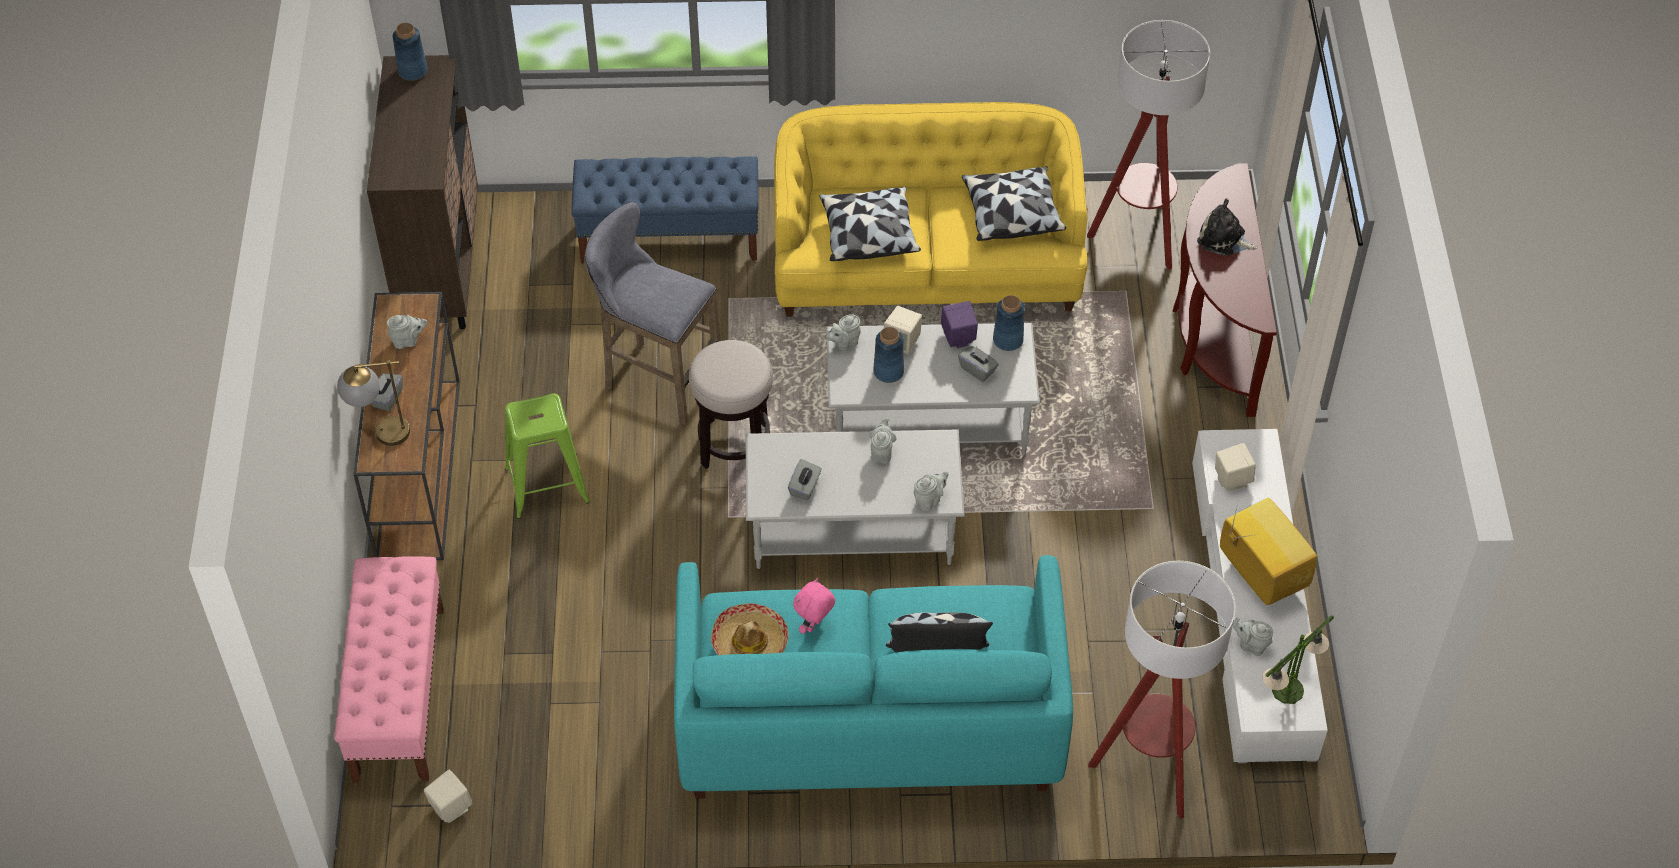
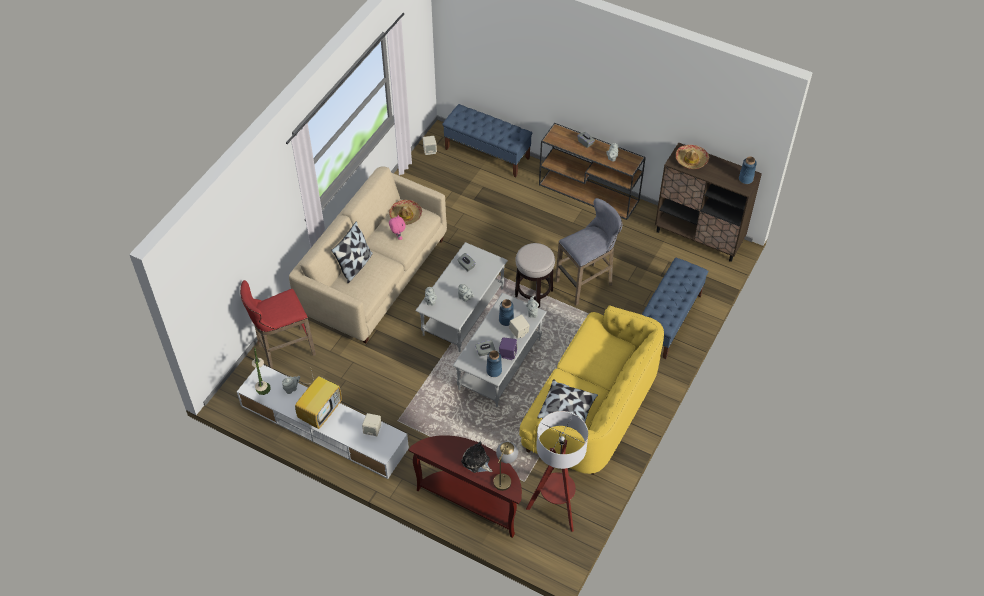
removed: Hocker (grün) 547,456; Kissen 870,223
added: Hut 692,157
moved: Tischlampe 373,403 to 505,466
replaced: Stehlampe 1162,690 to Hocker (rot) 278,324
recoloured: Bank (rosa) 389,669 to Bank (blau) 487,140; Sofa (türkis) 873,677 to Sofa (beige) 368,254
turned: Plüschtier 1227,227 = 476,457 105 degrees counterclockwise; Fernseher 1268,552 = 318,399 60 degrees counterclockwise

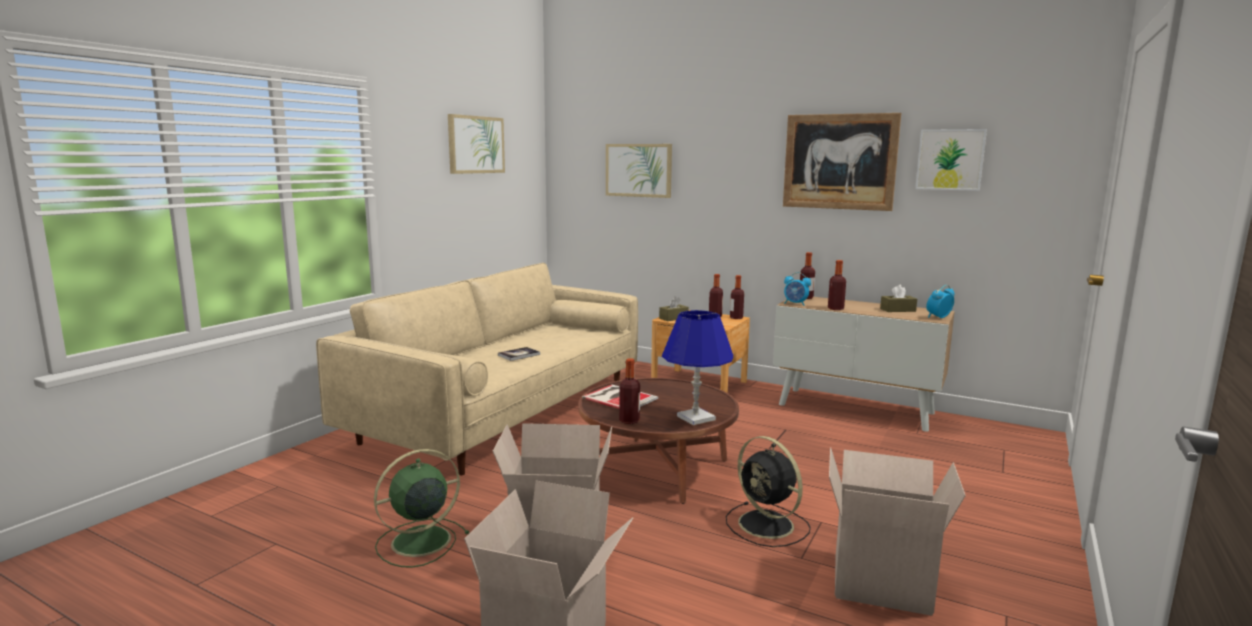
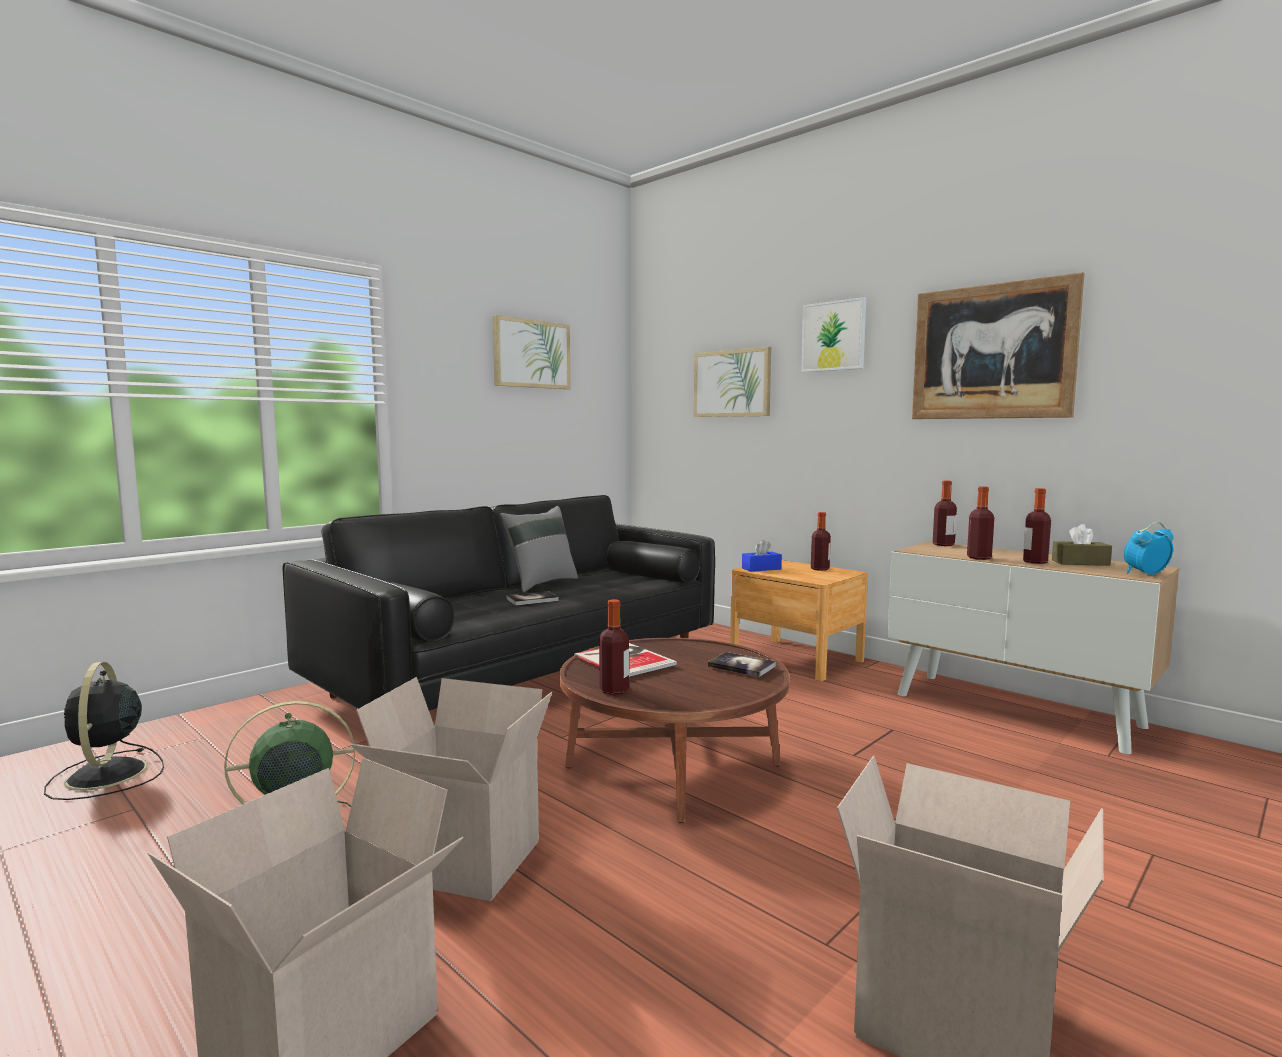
removed: Tischlampe (blau) 697,367; Wecker 797,289
added: Kissen (grau) 539,549; Buch 742,664
moved: Ventilator (schwarz) 768,491 to 104,731; Flasche 737,297 to 1037,526; Bild 951,160 to 833,334
recoloured: Sofa (beige) 477,369 to Sofa (schwarz) 499,602; Taschentuchbox (braun) 674,308 to Taschentuchbox (blau) 762,556

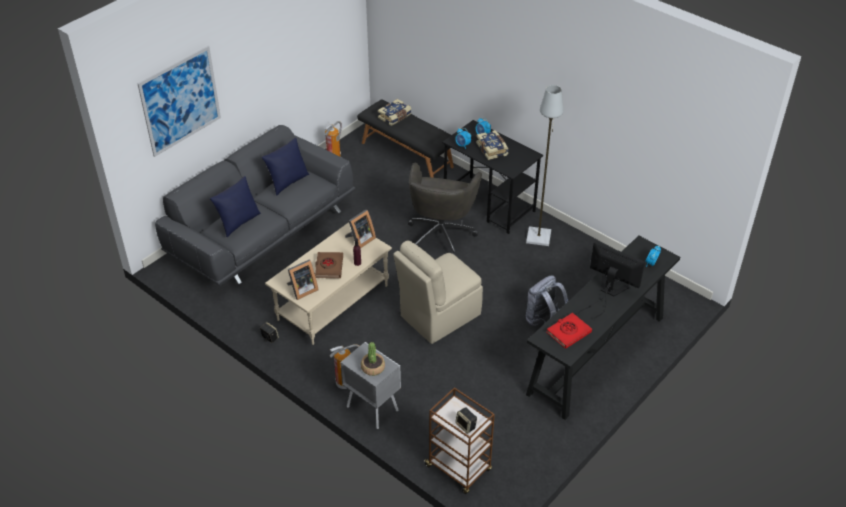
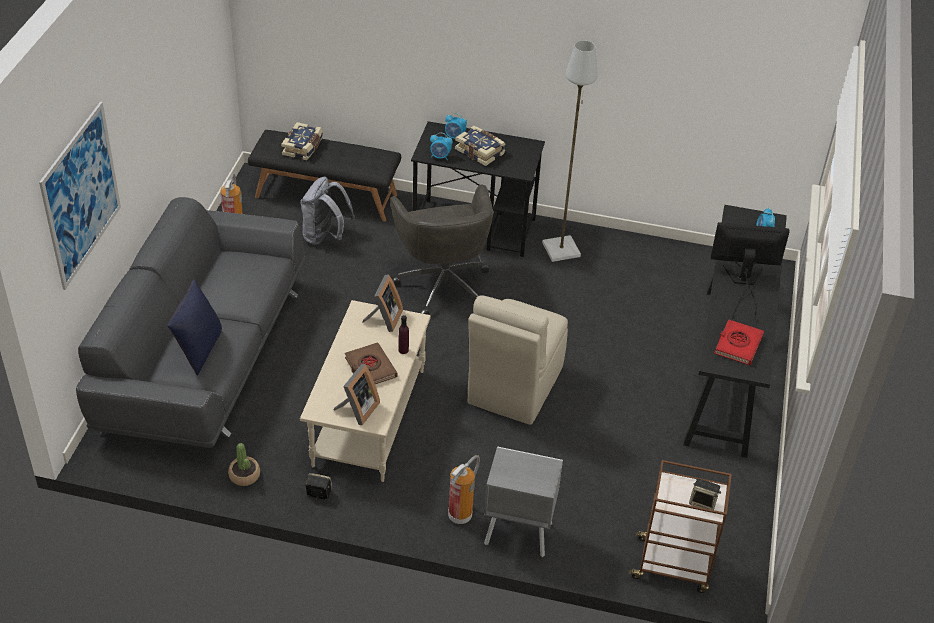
removed: Kissen (blau) 285,166
moved: Topfpflanze 373,359 to 244,464; Rucksack (grau) 547,301 to 327,211

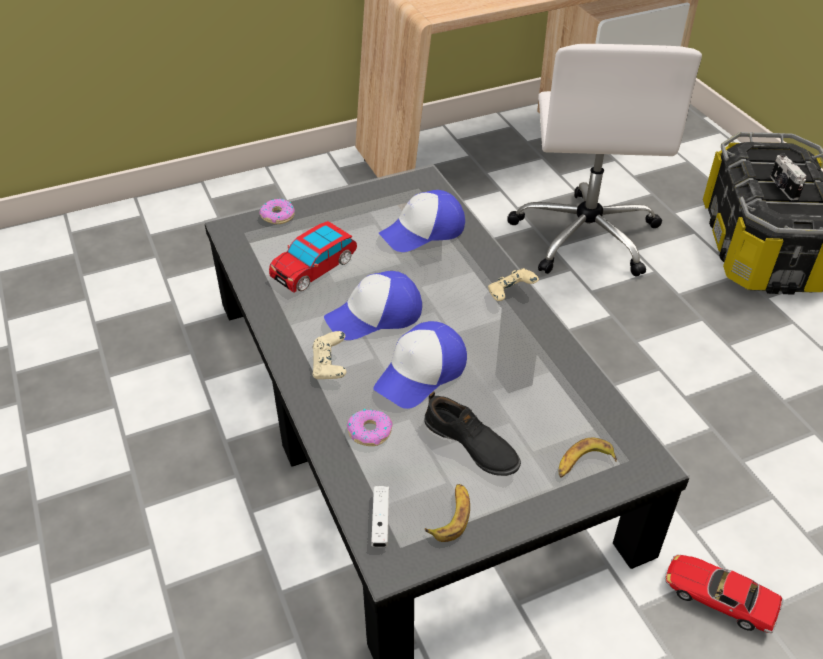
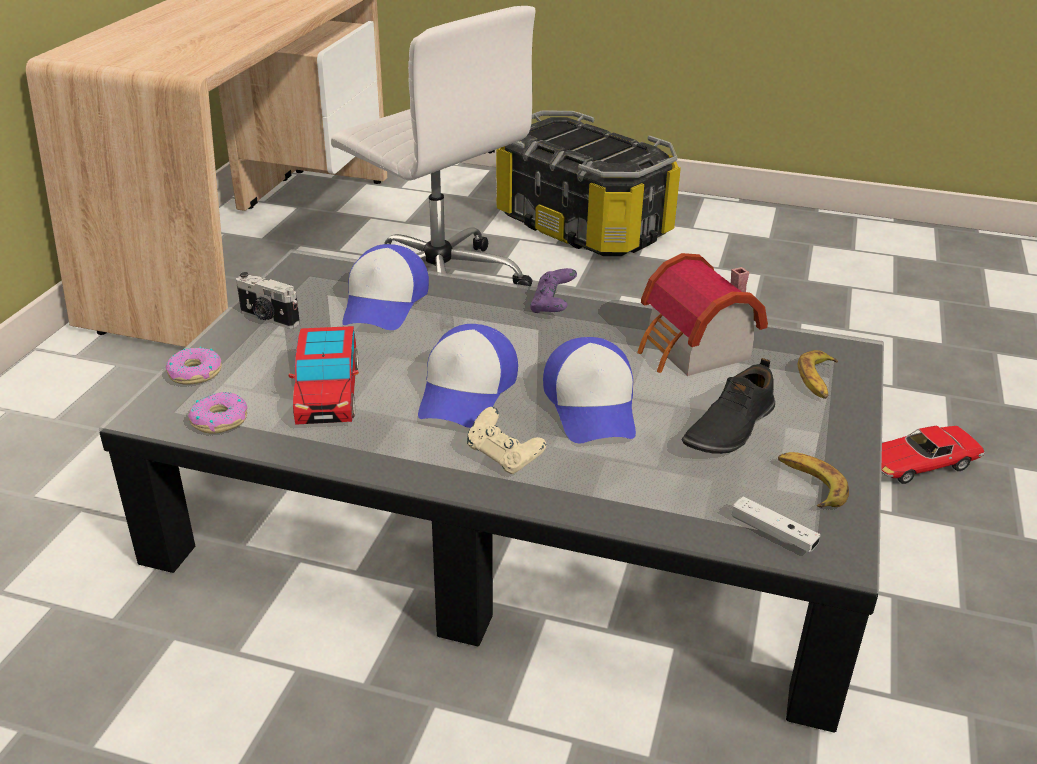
added: Spielzeughaus 702,314
moved: Donut 370,427 to 218,413; Kamera 788,177 to 268,300
recoloured: Gamepad (beige) 513,284 to Gamepad (lila) 553,290
turned: Schuh (schwarz) 473,433 = 728,406 135 degrees clockwise

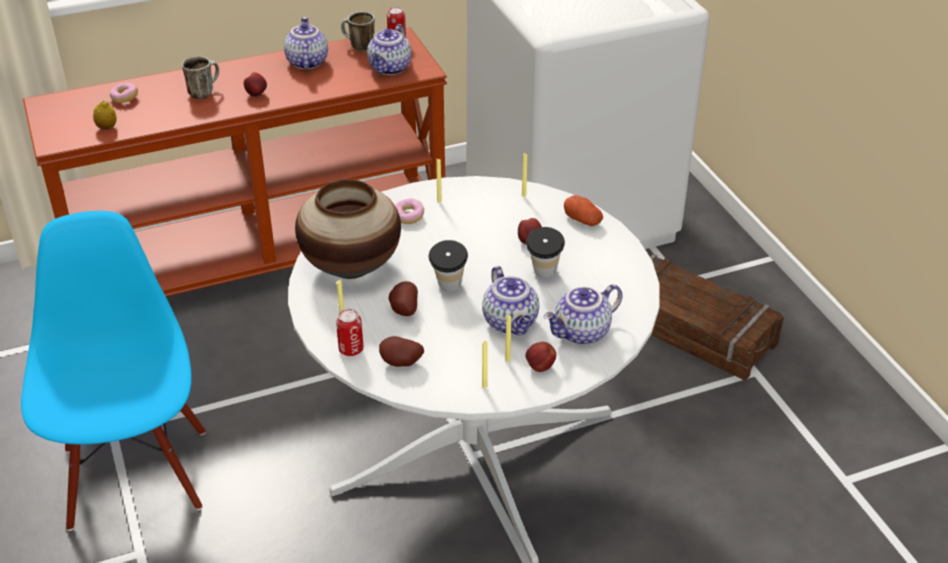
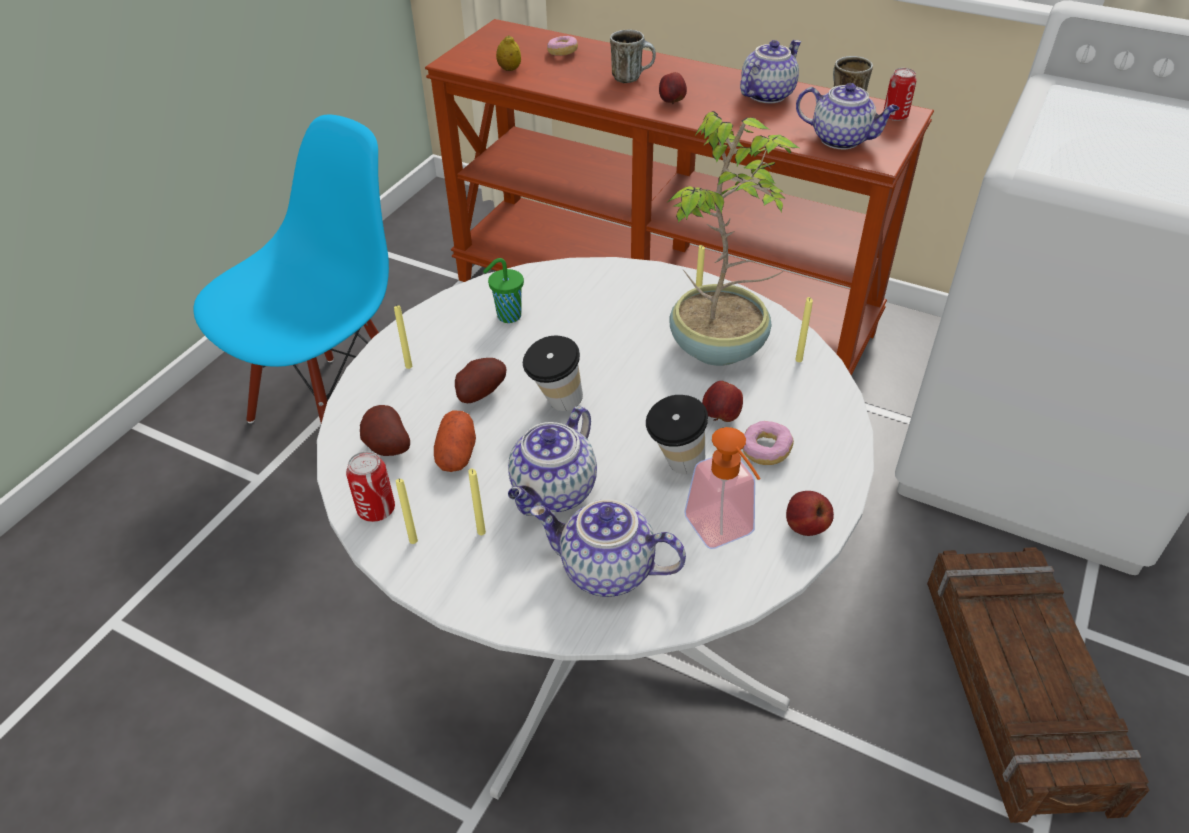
added: Topfpflanze 733,238; Seifenspender 722,488
moved: Dose 350,332 to 370,486; Donut 409,211 to 768,443; Apfel 541,357 to 810,513; Kartoffel 583,210 to 455,441
replaced: Vase 348,229 to Tasse (grün) 503,290
turned: Teekanne 389,49 = 847,116 135 degrees counterclockwise

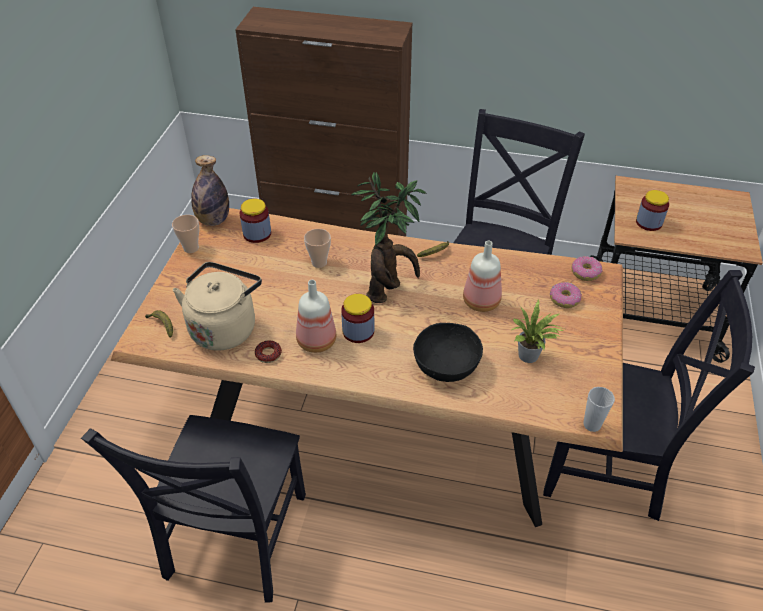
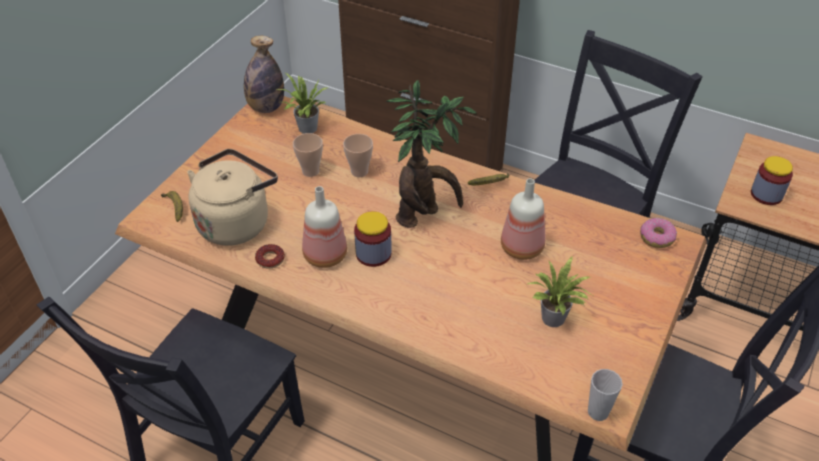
removed: Schüssel (schwarz) 448,352; Donut 566,295
moved: Tasse 185,234 to 308,155
replaced: Vorratsglas 255,221 to Topfpflanze 302,103

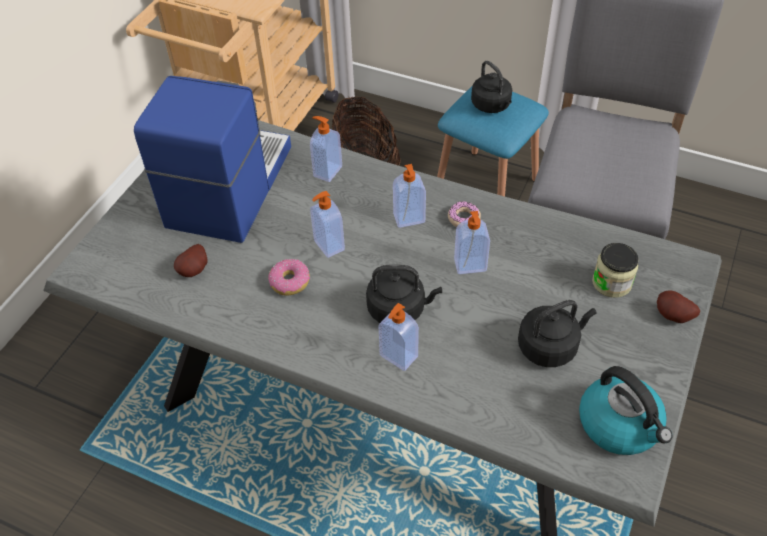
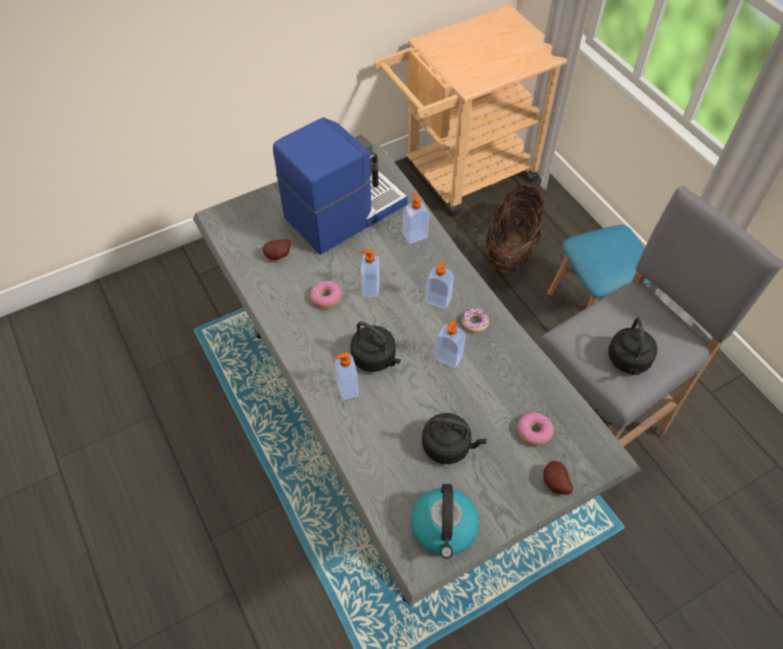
moved: Wasserkessel (schwarz) 491,87 to 632,346
replaced: Vorratsglas 615,270 to Donut 535,429

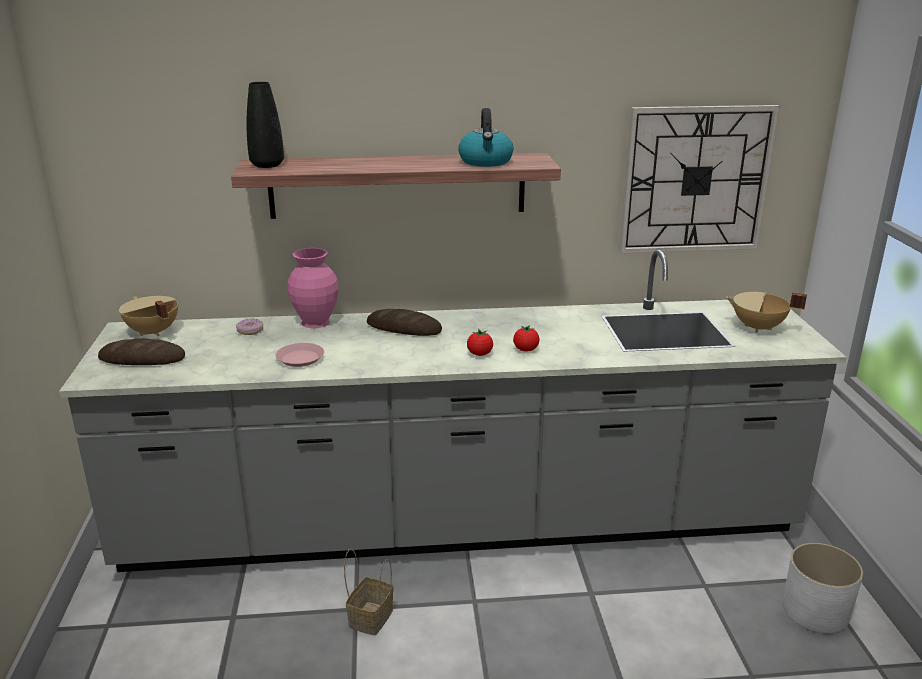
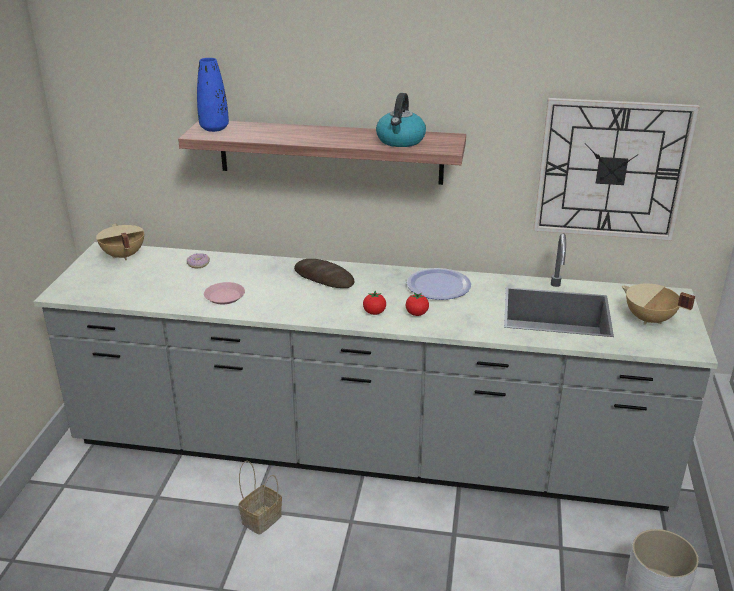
removed: Brot 141,351; Vase (rosa) 312,288
added: Teller 439,284
recoloured: Vase (schwarz) 265,125 to Vase (blau) 213,95

